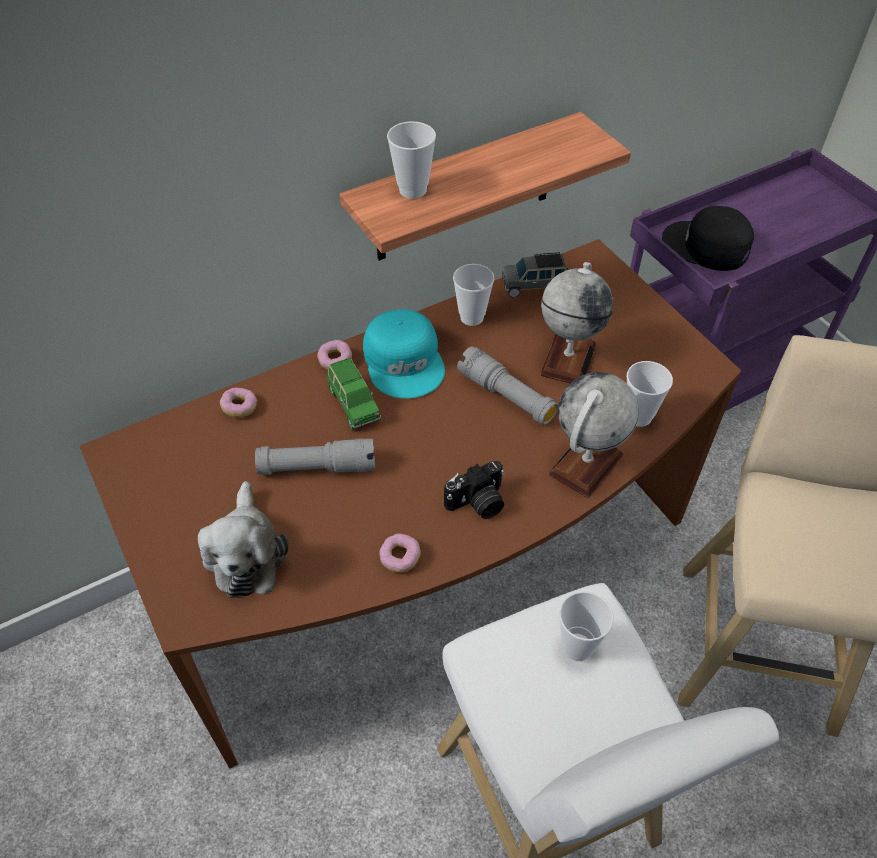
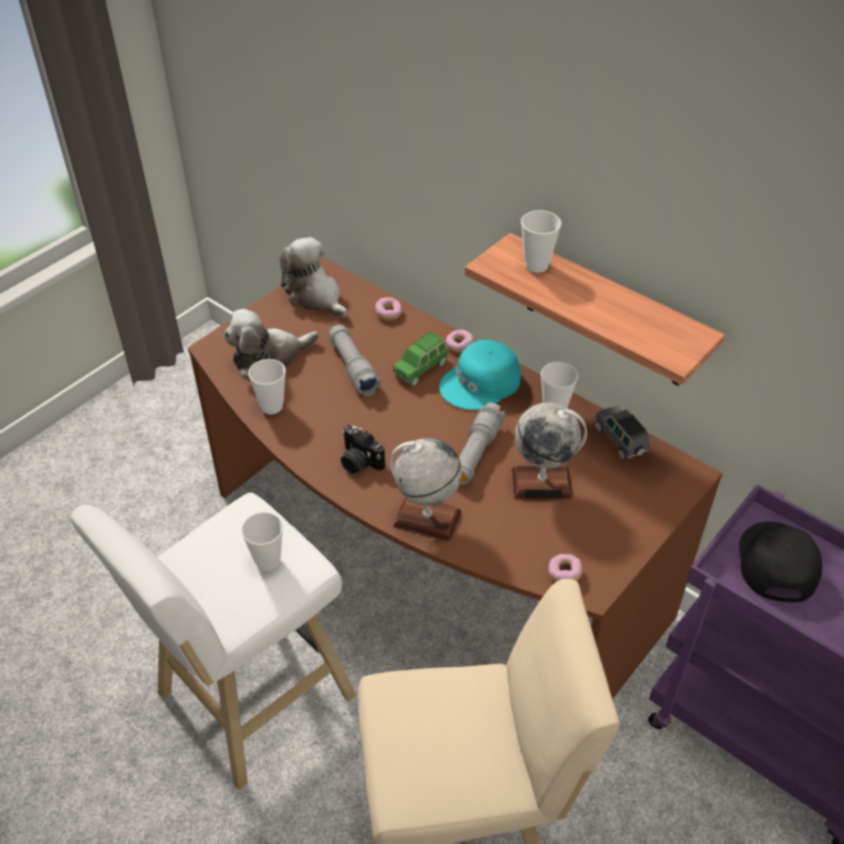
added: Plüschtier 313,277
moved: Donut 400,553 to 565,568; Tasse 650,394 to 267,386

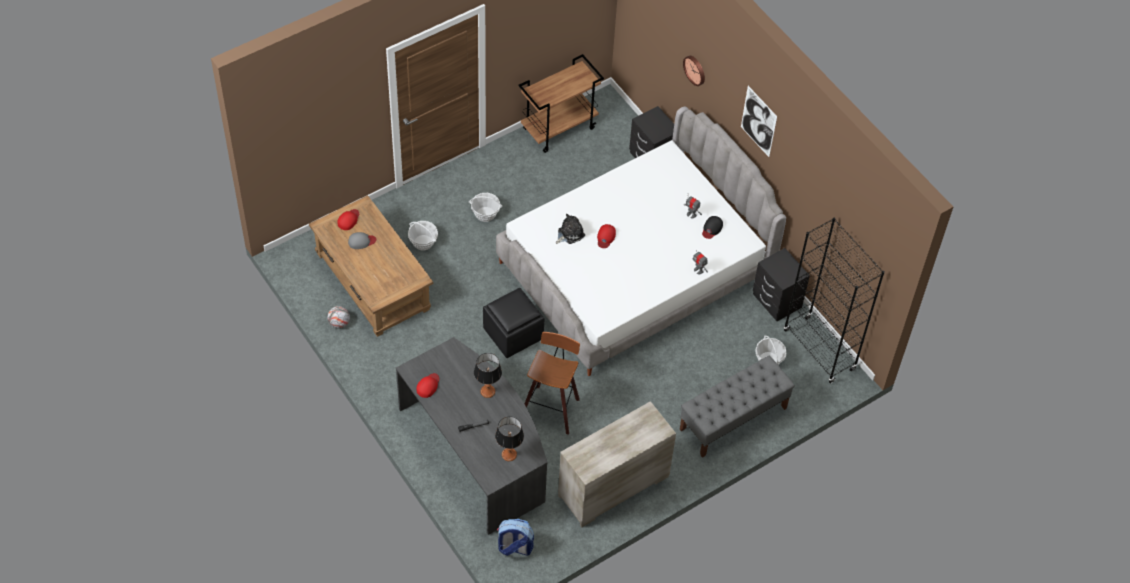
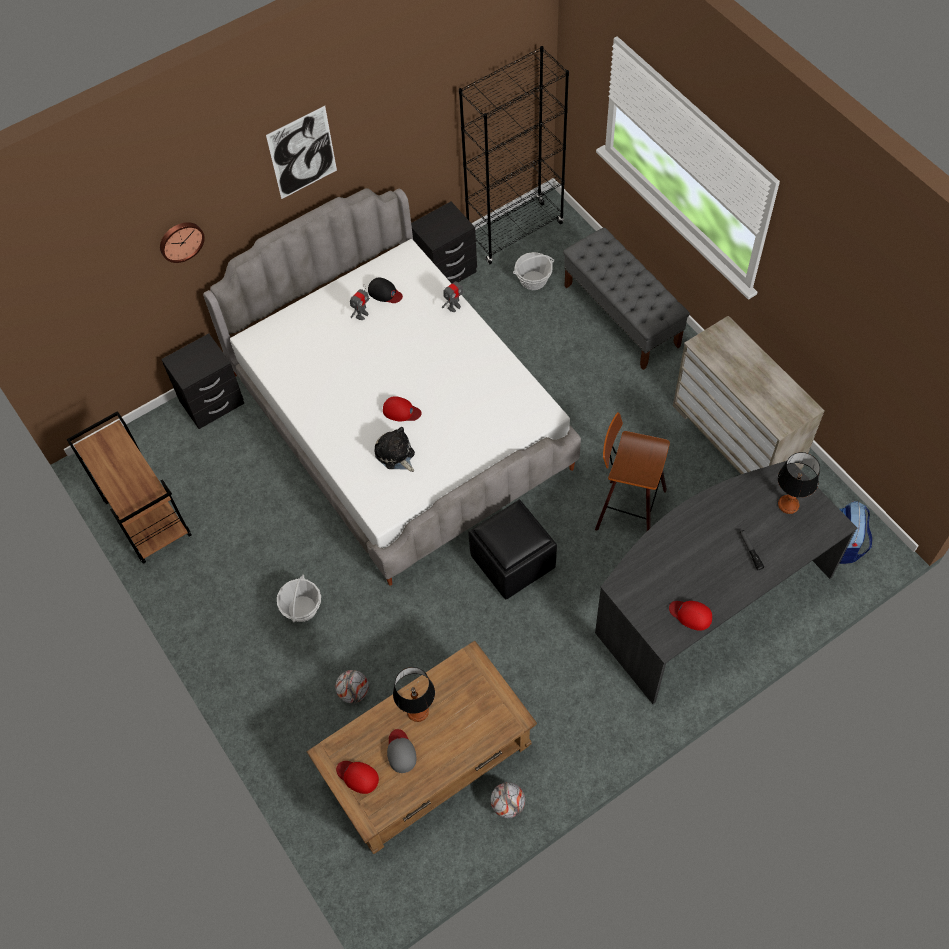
moved: Tischlampe 488,375 to 414,694
replaced: Korb 423,235 to Fußball 352,686

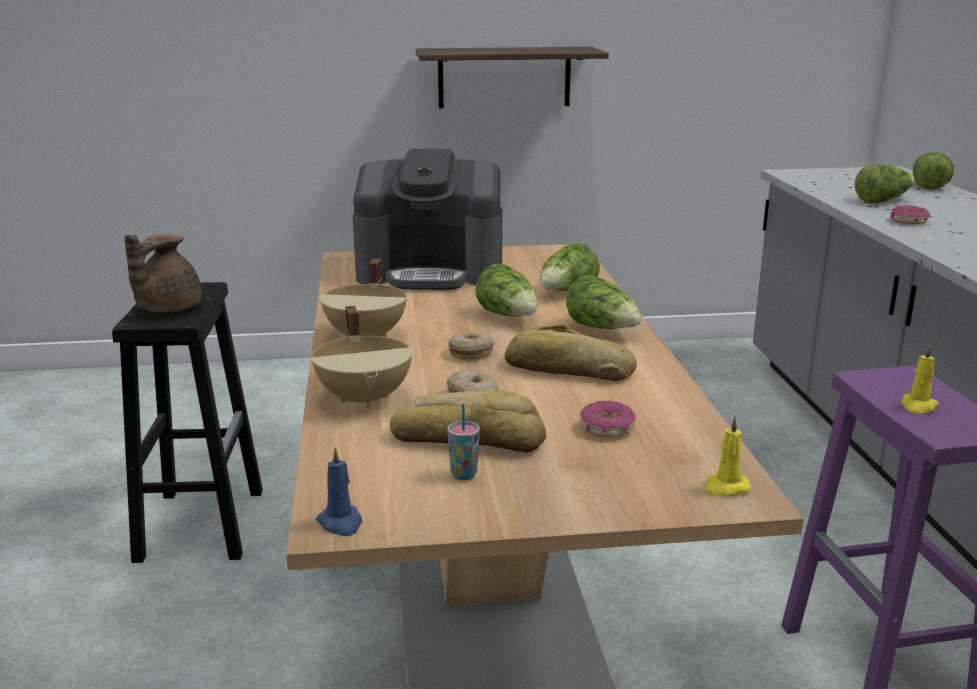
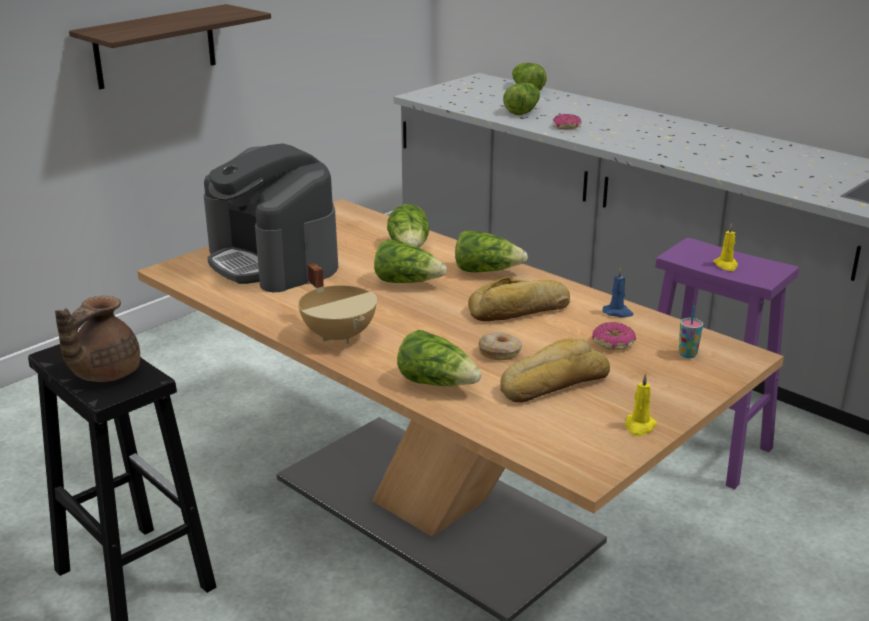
removed: Donut 471,346
moved: Kerze (blau) 339,491 to 618,292; Tasse 463,442 to 691,332; Kerze (gelb) 727,456 to 641,404
replaced: Kochtopf (beige) 362,357 to Salatkopf 439,358
turned: Teekanne (braun) 162,273 = 97,339 45 degrees clockwise; Kaffeemaschine 427,219 = 271,217 90 degrees clockwise

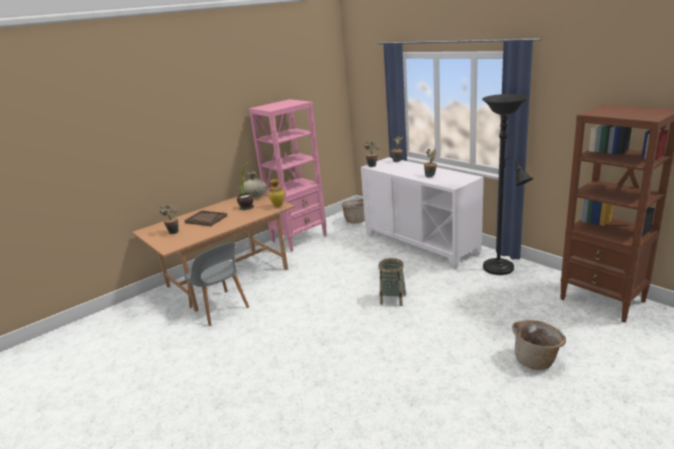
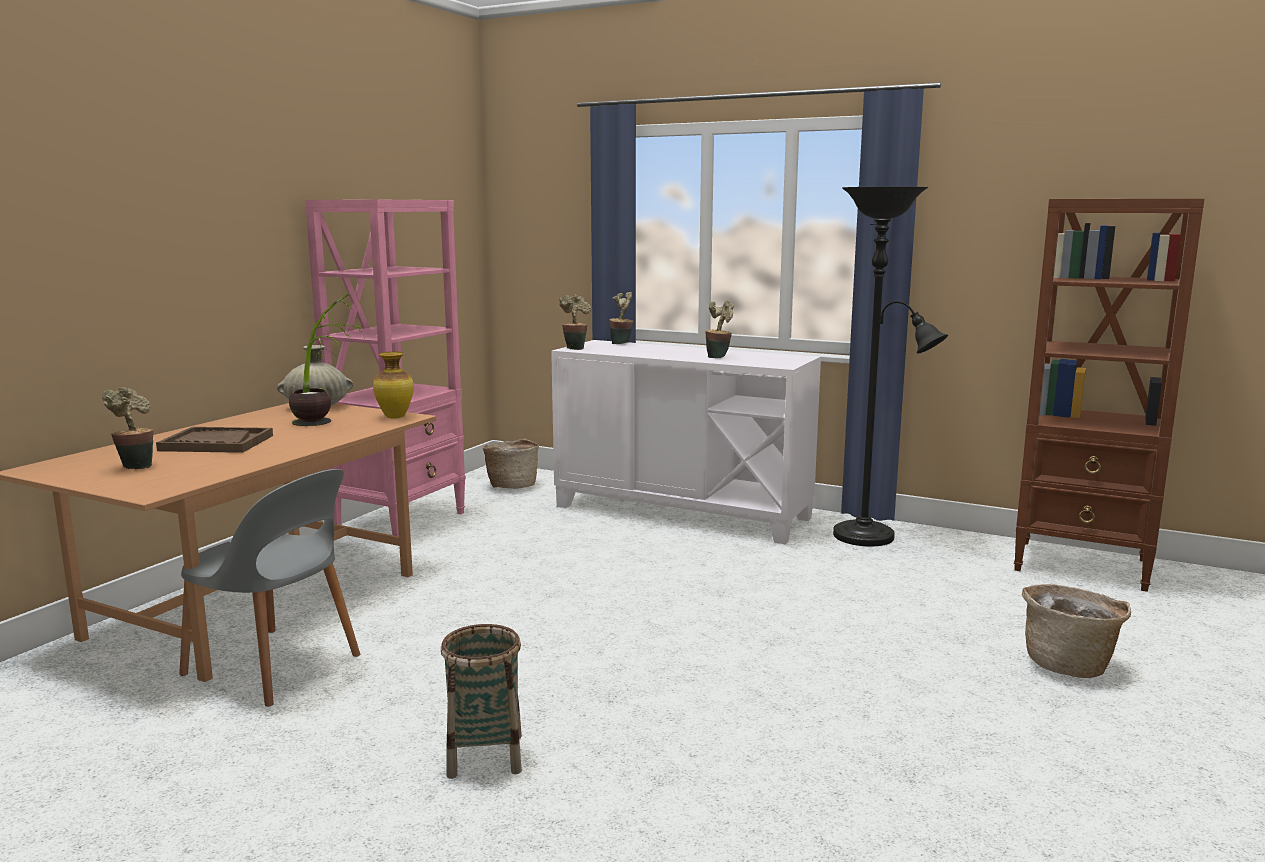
moved: Korb 392,282 to 481,701

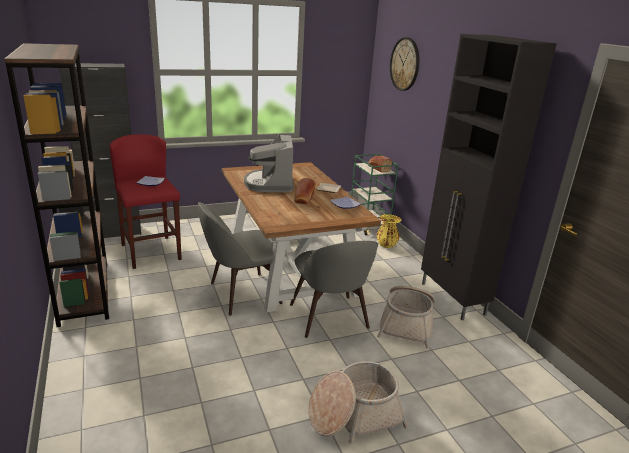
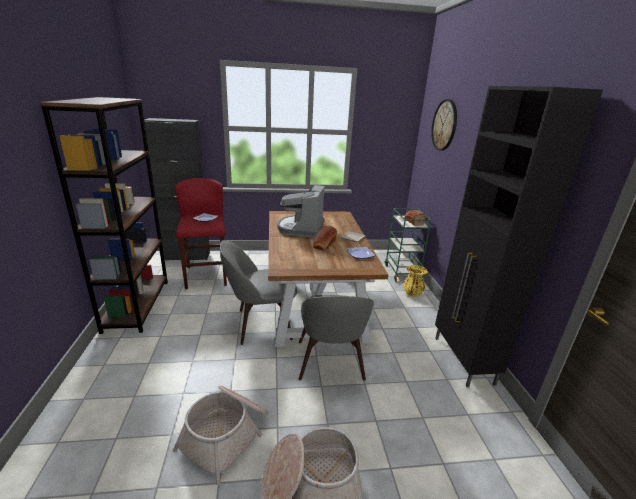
moved: Korb 406,317 to 221,435

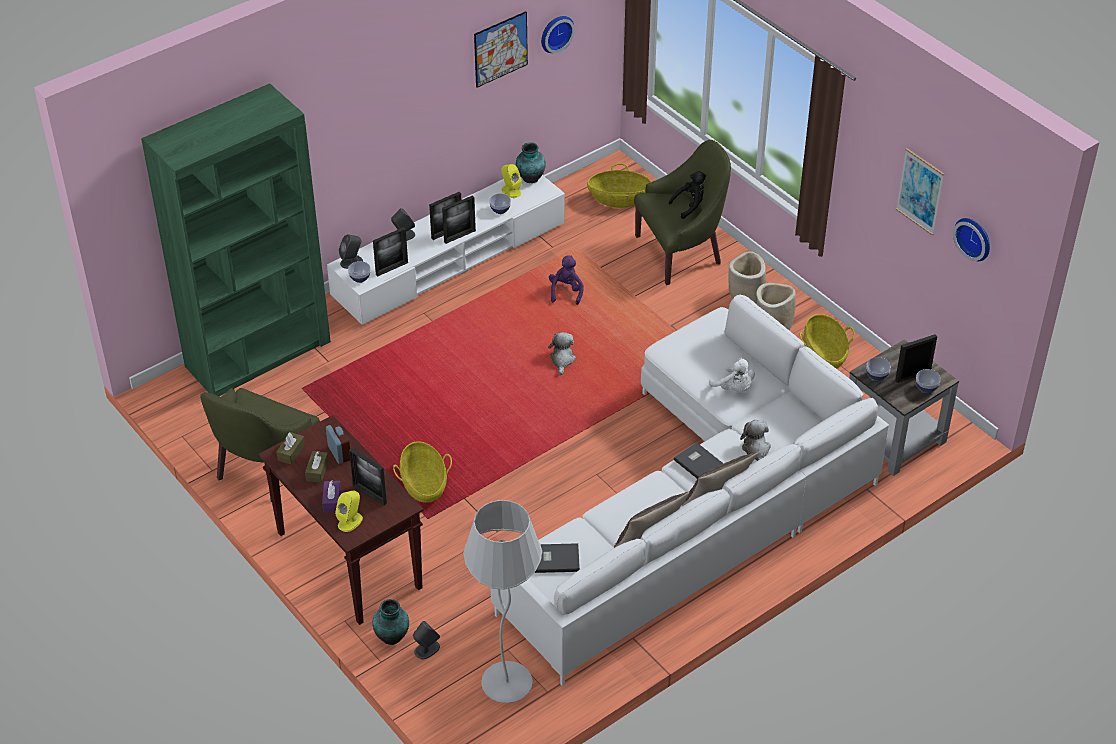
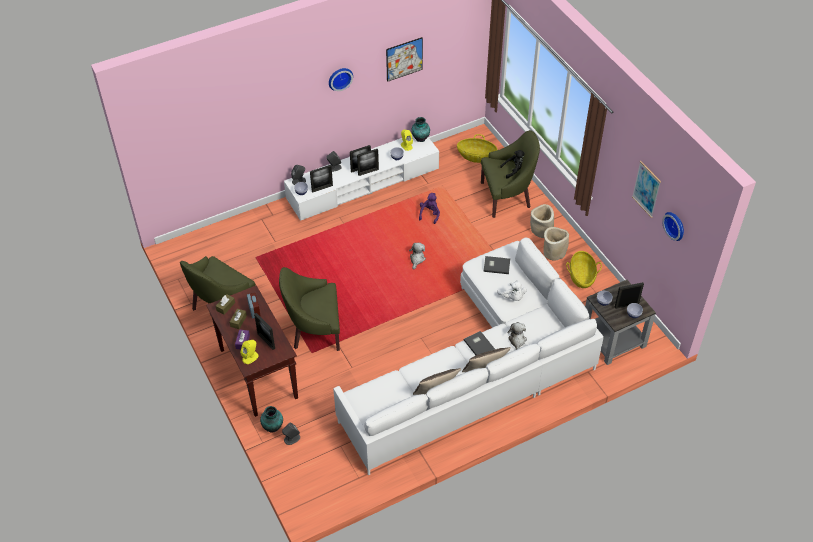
removed: Bücherregal (grün) 236,239; Stehlampe (weiß) 503,601
moved: Buch (grau) 557,558 to 496,265; Wanduhr 558,34 to 341,79
replaced: Korb 422,472 to Sessel (grün) 309,309

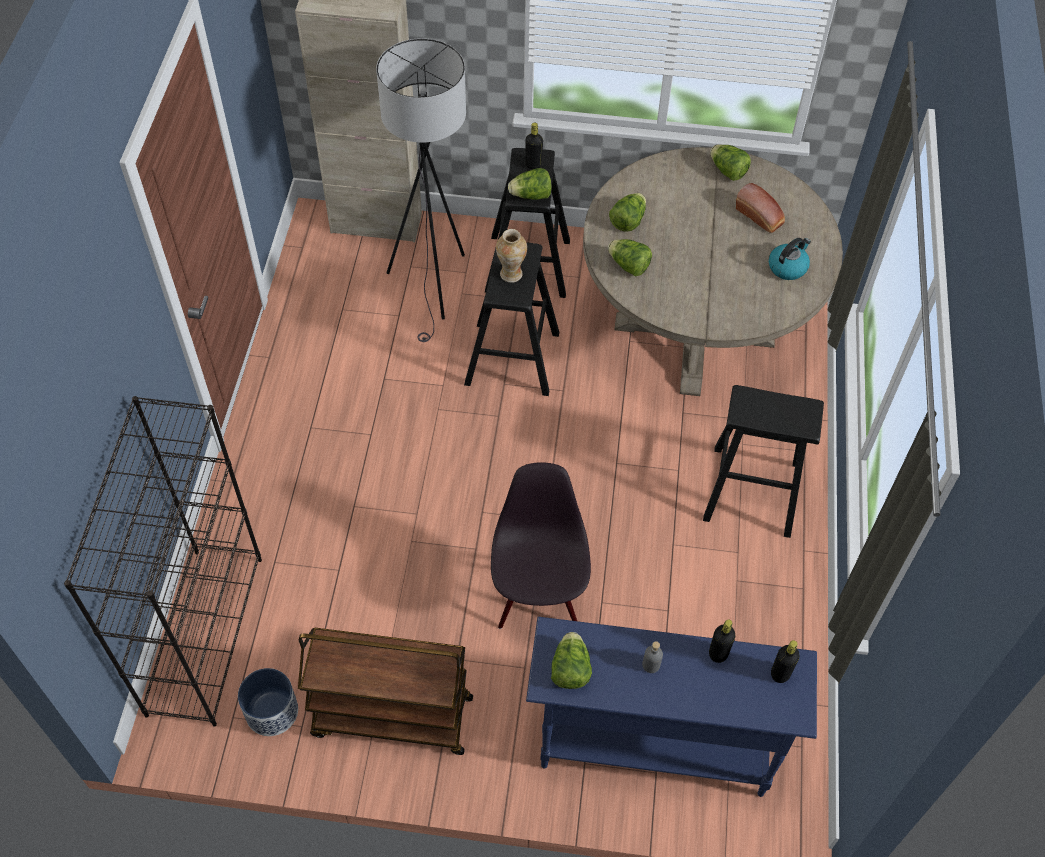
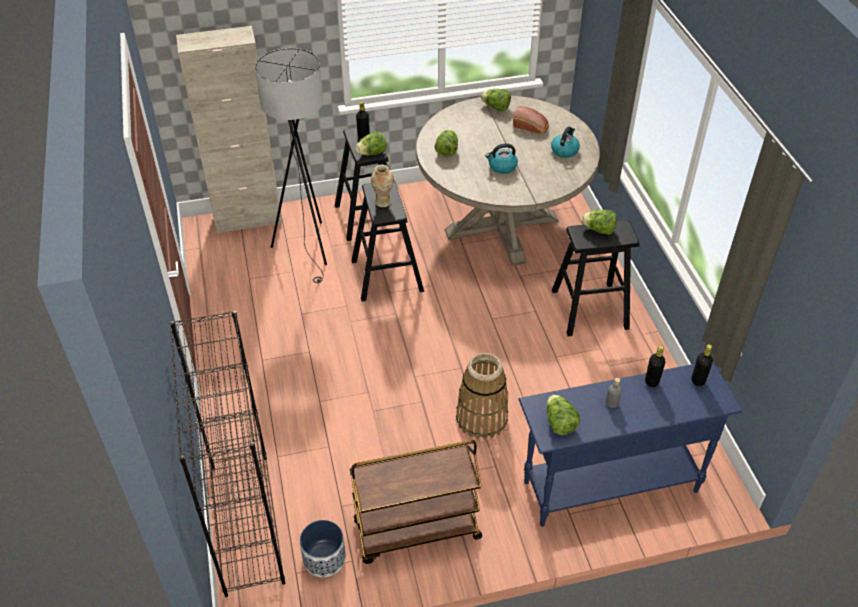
added: Wasserkessel 501,158
moved: Salatkopf 630,257 to 598,222
replaced: Stuhl (schwarz) 541,545 to Korb 482,396

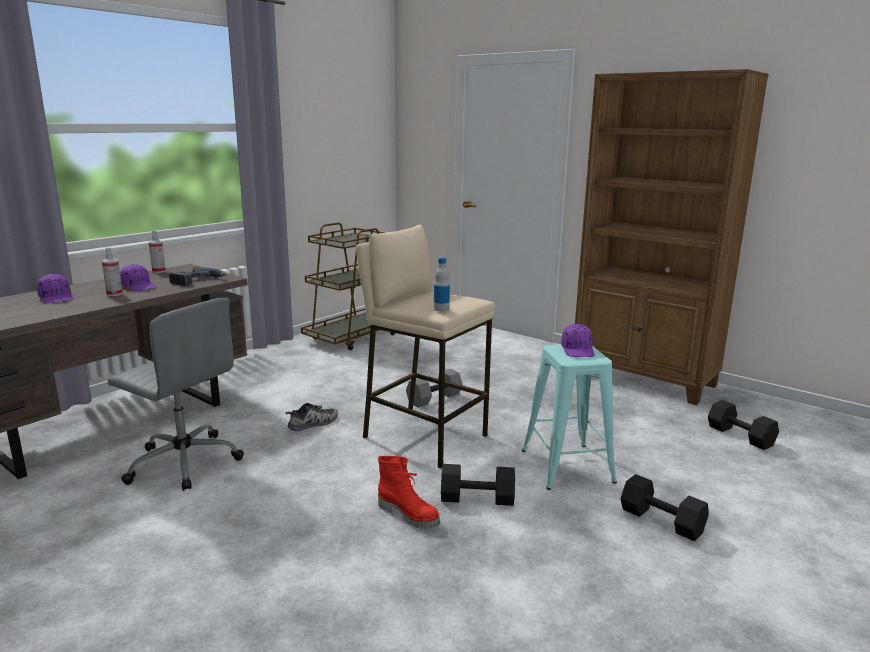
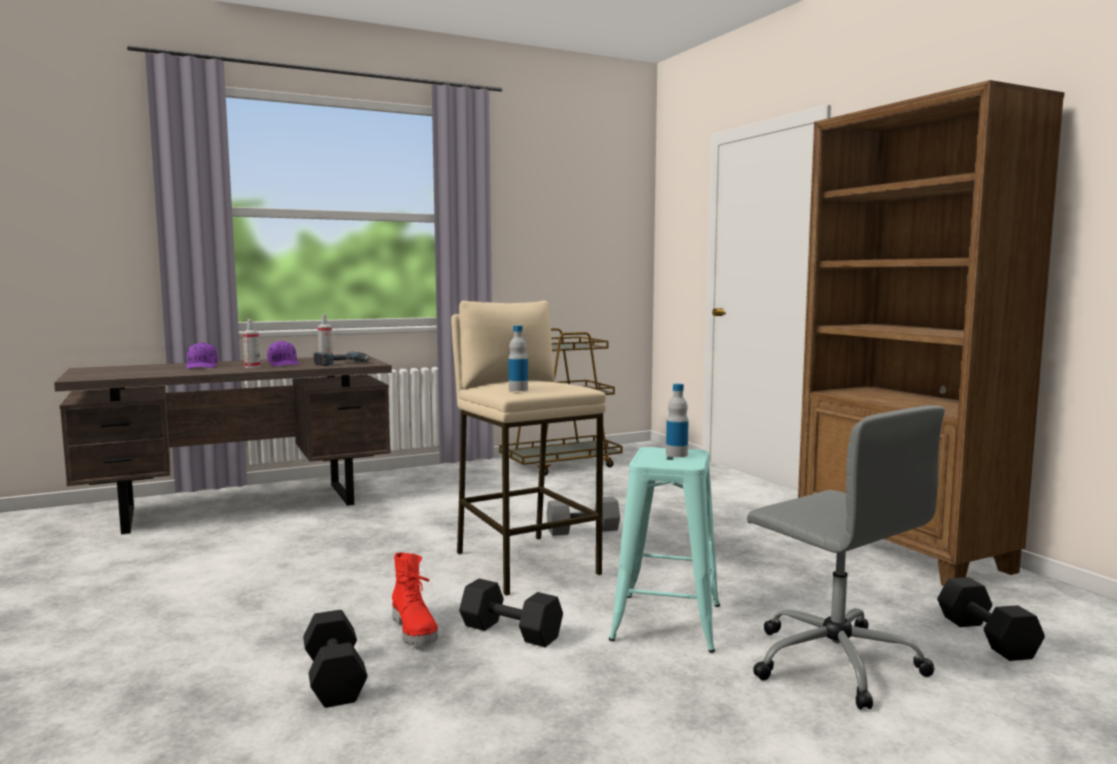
removed: Schuh 311,417
moved: Bürostuhl (grau) 176,394 to 846,557; Hantel (schwarz) 665,507 to 335,659
replaced: Kappe (lila) 577,340 to Flasche 677,420

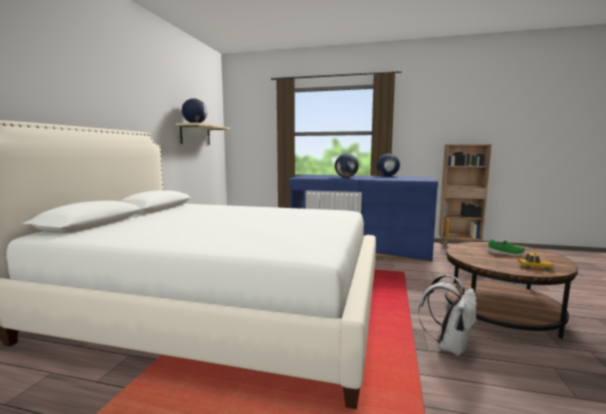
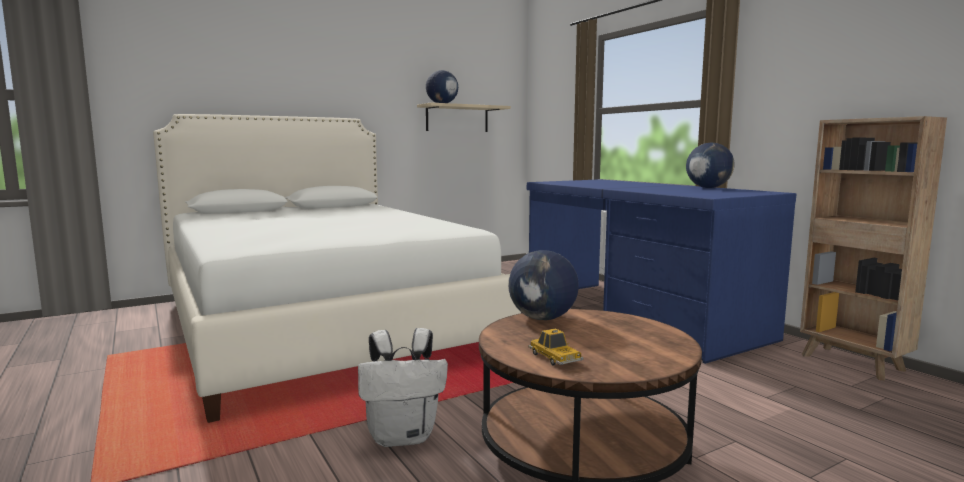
removed: Schuh (grün) 506,247
moved: Globus 347,166 to 543,285

